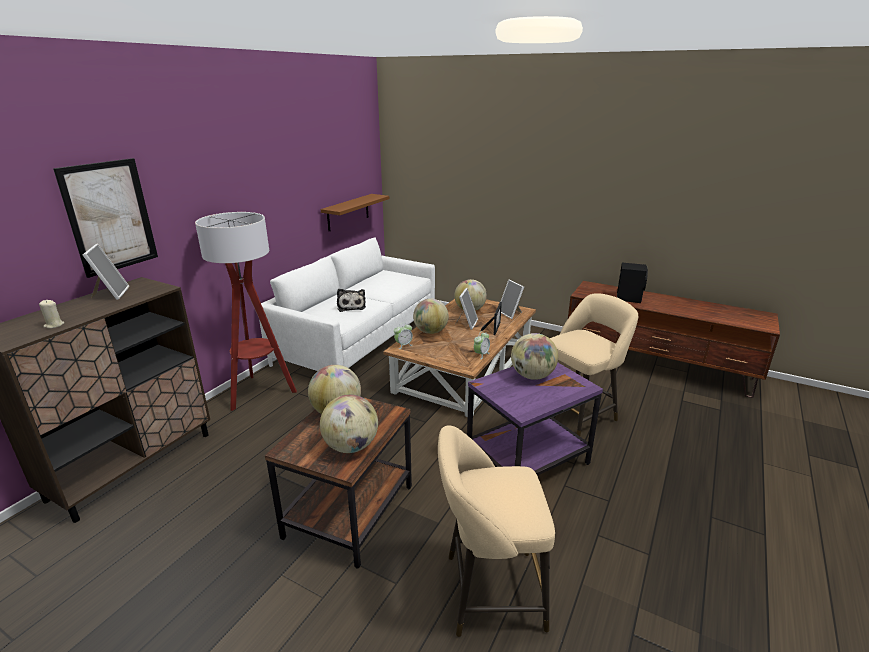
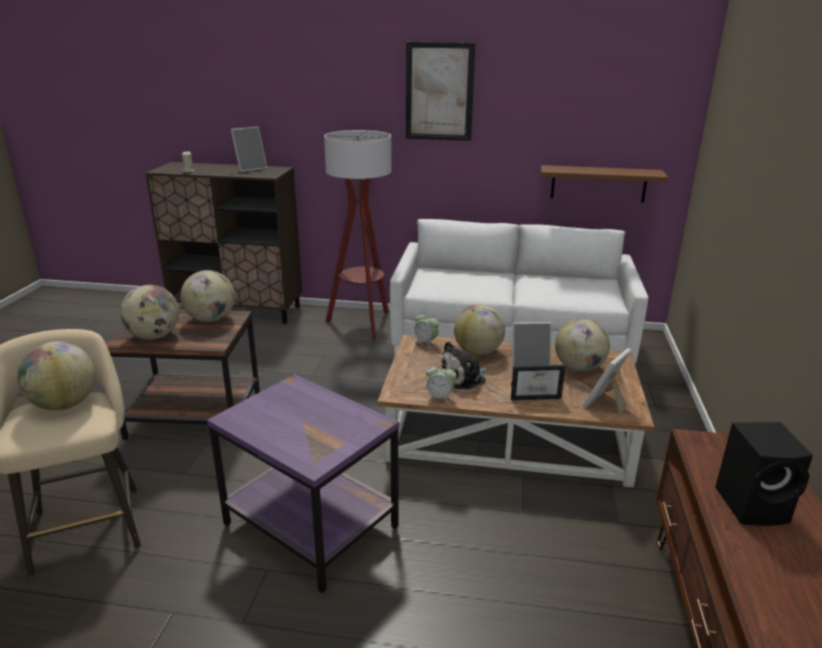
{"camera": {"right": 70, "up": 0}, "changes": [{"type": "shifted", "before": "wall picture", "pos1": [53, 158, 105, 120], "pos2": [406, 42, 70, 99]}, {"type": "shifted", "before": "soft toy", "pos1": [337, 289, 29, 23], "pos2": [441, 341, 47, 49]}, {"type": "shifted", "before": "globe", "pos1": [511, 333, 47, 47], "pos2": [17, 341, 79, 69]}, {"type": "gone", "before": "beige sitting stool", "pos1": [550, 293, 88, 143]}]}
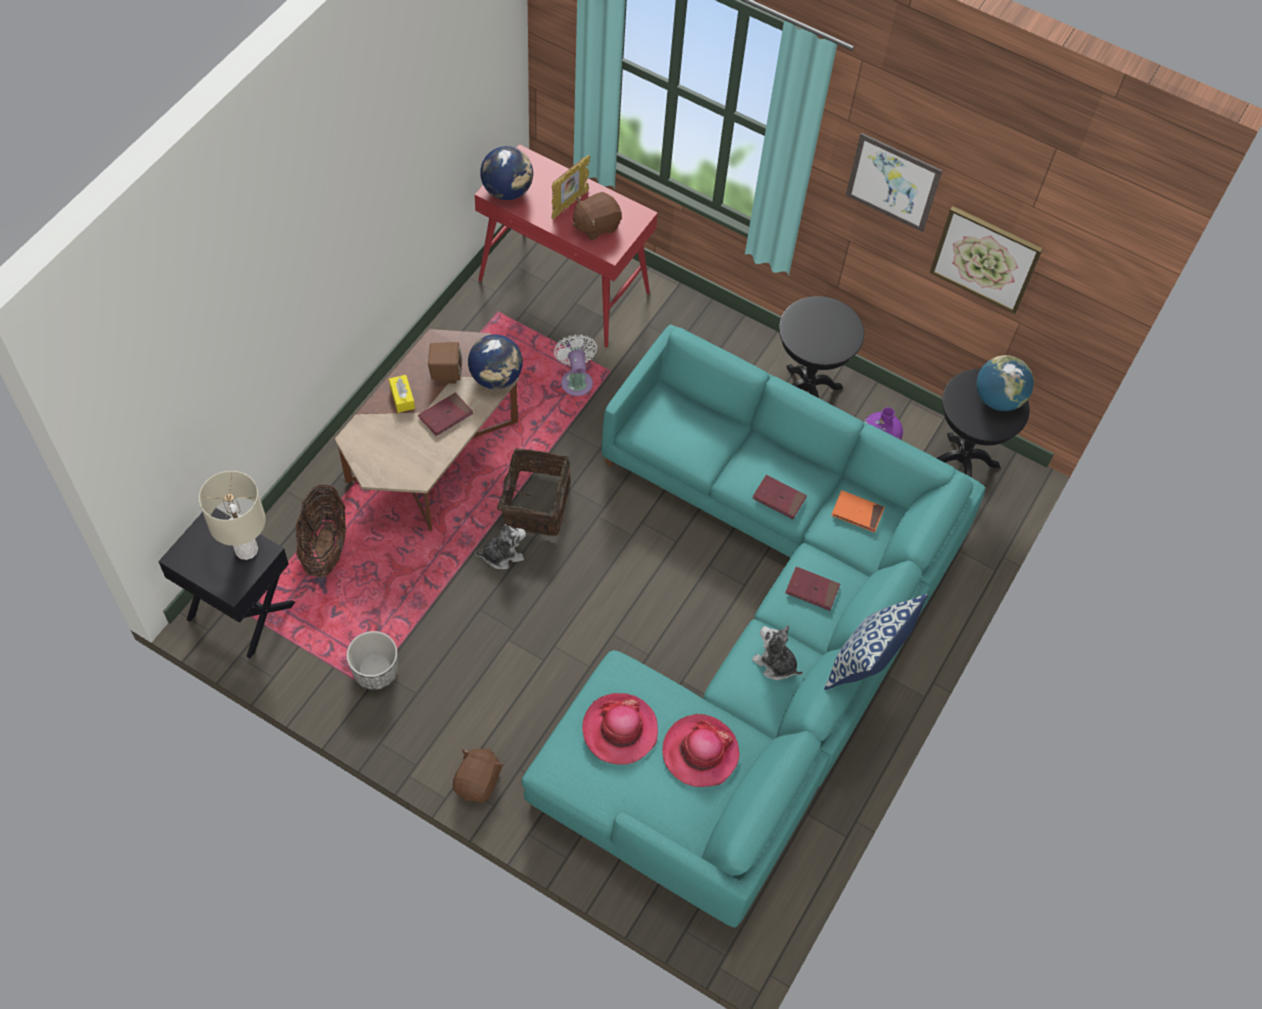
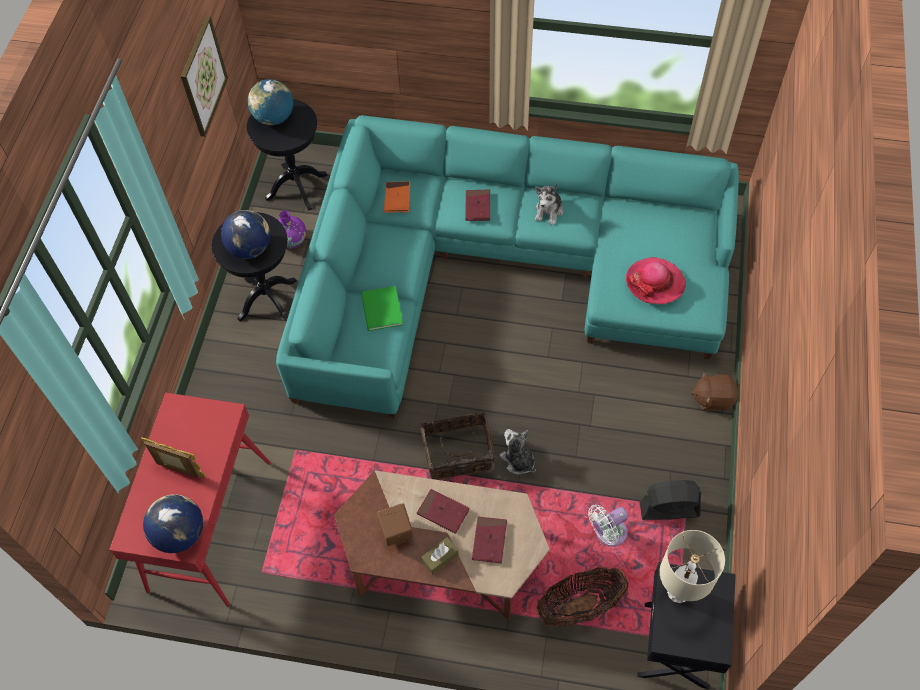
{"camera": {"right": -105, "up": 0}, "changes": [{"type": "swapped", "before": "plant pot", "after": "black electric fan", "pos1": [347, 631, 51, 59], "pos2": [640, 480, 61, 40]}, {"type": "repainted", "before": "yellow tissue box", "after": "brown tissue box", "pos1": [389, 375, 26, 38], "pos2": [421, 537, 38, 38]}, {"type": "shifted", "before": "globe", "pos1": [468, 334, 55, 55], "pos2": [221, 210, 50, 49]}, {"type": "shifted", "before": "white-coloured electric fan", "pos1": [554, 334, 44, 62], "pos2": [588, 505, 41, 41]}, {"type": "gone", "before": "brown soft toy", "pos1": [572, 192, 50, 48]}, {"type": "gone", "before": "wearable hat", "pos1": [662, 714, 78, 73]}, {"type": "shifted", "before": "red-coloured book", "pos1": [752, 475, 55, 44], "pos2": [472, 517, 35, 47]}, {"type": "gone", "before": "pillow", "pos1": [824, 594, 104, 96]}, {"type": "gone", "before": "wall picture", "pos1": [846, 133, 97, 99]}, {"type": "new", "after": "green-coloured book", "pos2": [361, 286, 42, 45]}]}
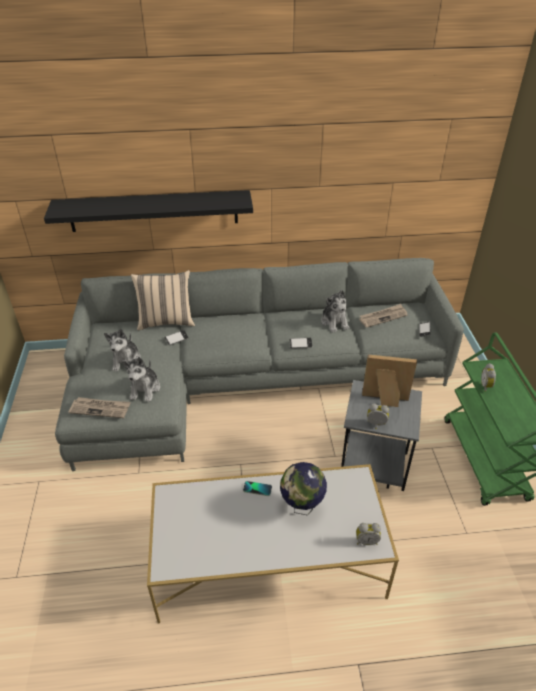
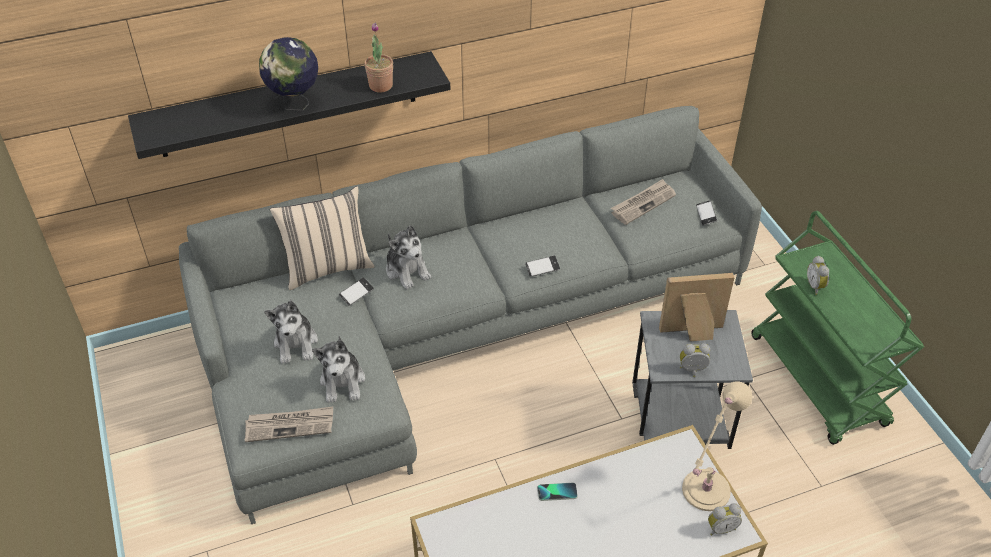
{"camera": {"right": -15, "up": 5}, "changes": [{"type": "shifted", "before": "globe", "pos1": [280, 462, 47, 54], "pos2": [259, 37, 59, 74]}, {"type": "shifted", "before": "soft toy", "pos1": [321, 290, 28, 43], "pos2": [386, 225, 45, 65]}, {"type": "new", "after": "potted plant", "pos2": [364, 22, 29, 70]}, {"type": "new", "after": "beige tabletop lamp", "pos2": [682, 381, 70, 130]}]}
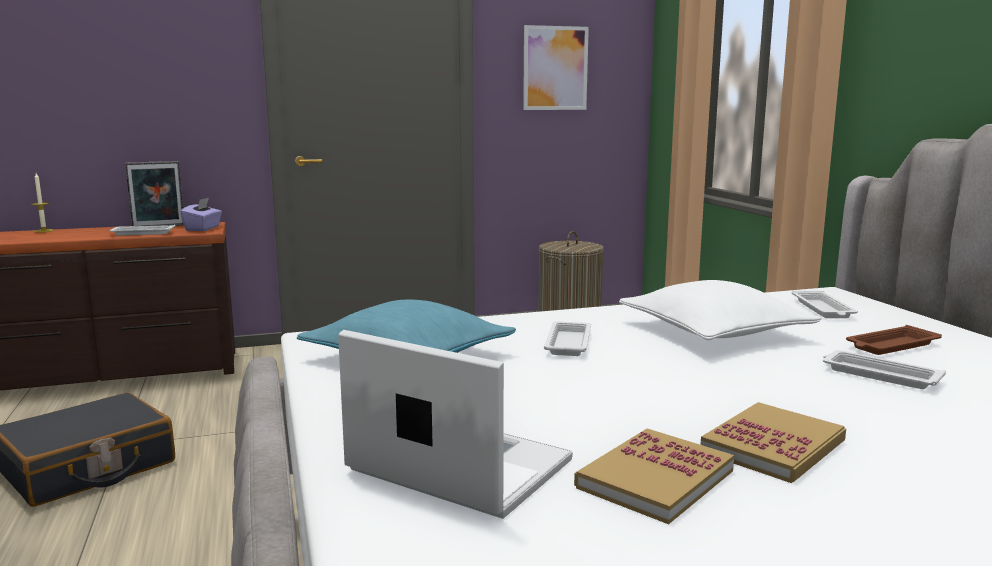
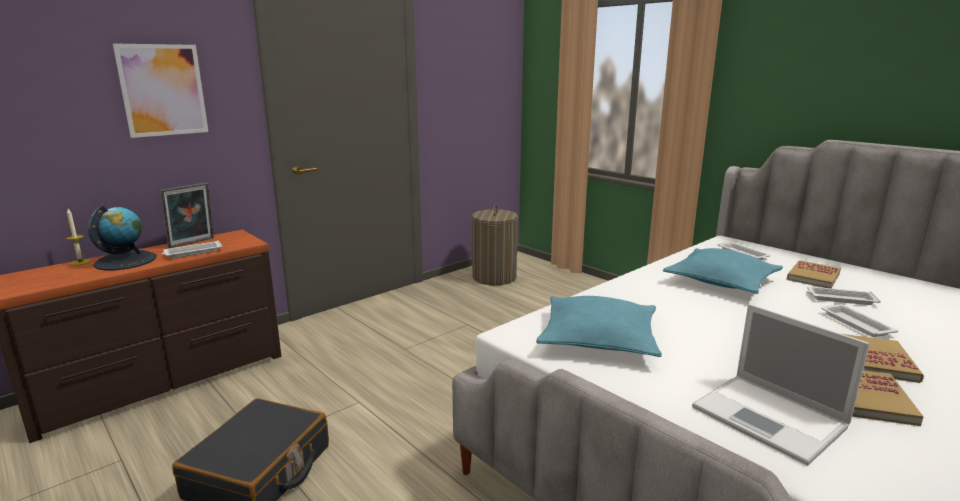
{"camera": {"right": -25, "up": 5}, "changes": [{"type": "gone", "before": "purplish tissue box", "pos1": [180, 198, 42, 33]}, {"type": "rotated", "before": "laptop", "pos1": [338, 330, 235, 189], "pos2": [692, 304, 178, 162], "turn": -135}, {"type": "shifted", "before": "wall picture", "pos1": [523, 25, 66, 85], "pos2": [113, 43, 96, 95]}, {"type": "shifted", "before": "white-coloured carrying tray", "pos1": [544, 321, 47, 35], "pos2": [821, 305, 78, 32]}, {"type": "repainted", "before": "white-coloured pillow", "after": "blue-green pillow", "pos1": [619, 280, 203, 60], "pos2": [663, 248, 120, 46]}, {"type": "swapped", "before": "brown carrying tray", "after": "book", "pos1": [846, 325, 96, 30], "pos2": [787, 260, 54, 28]}, {"type": "new", "after": "globe", "pos2": [87, 205, 70, 65]}]}
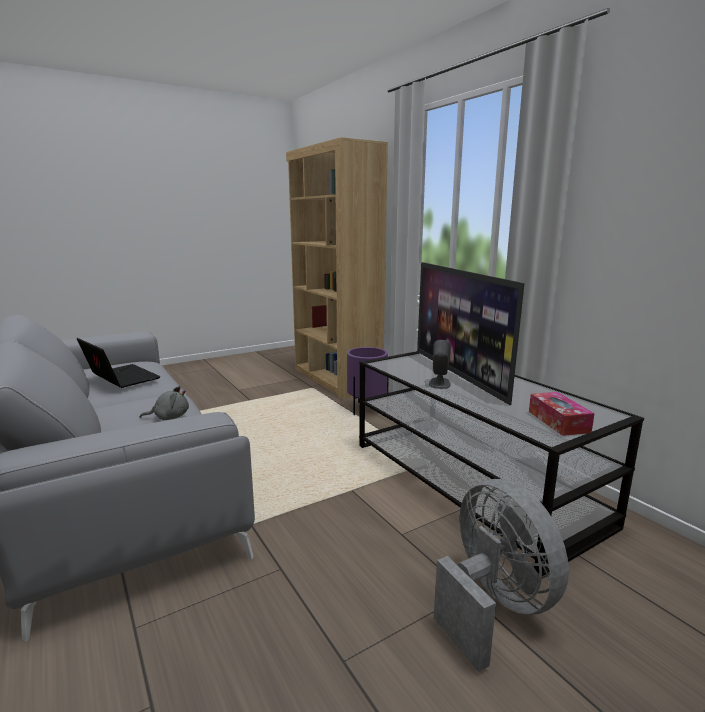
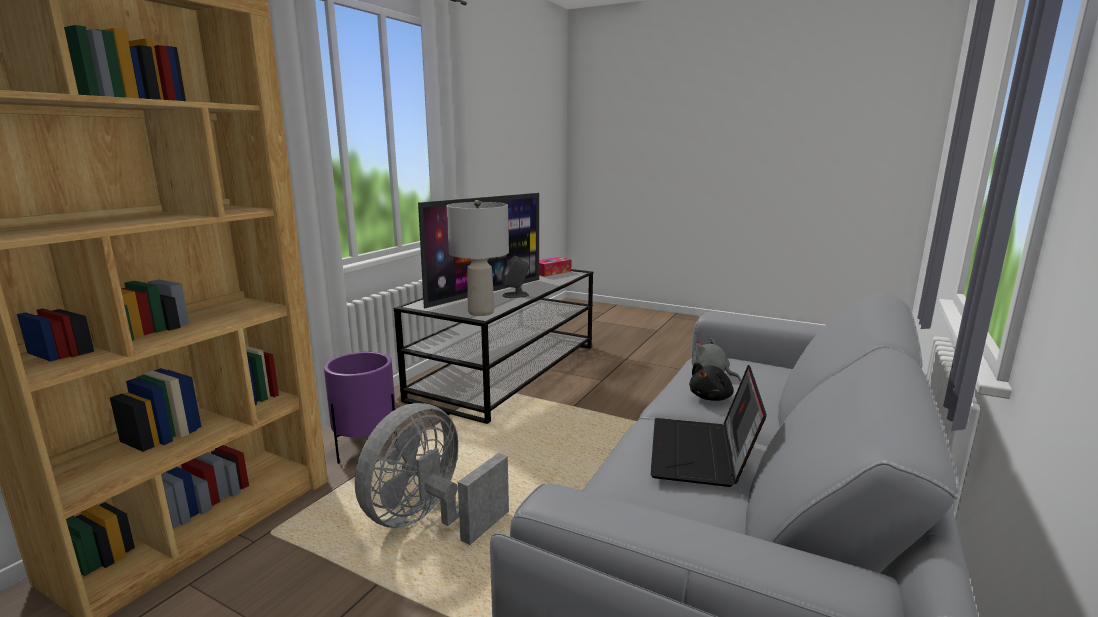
{"camera": {"right": -120, "up": 0}, "changes": [{"type": "shifted", "before": "greyish electric fan", "pos1": [434, 479, 135, 193], "pos2": [355, 403, 154, 142]}, {"type": "new", "after": "greyish tabletop lamp", "pos2": [447, 200, 62, 116]}, {"type": "new", "after": "black soft toy", "pos2": [689, 363, 45, 38]}]}
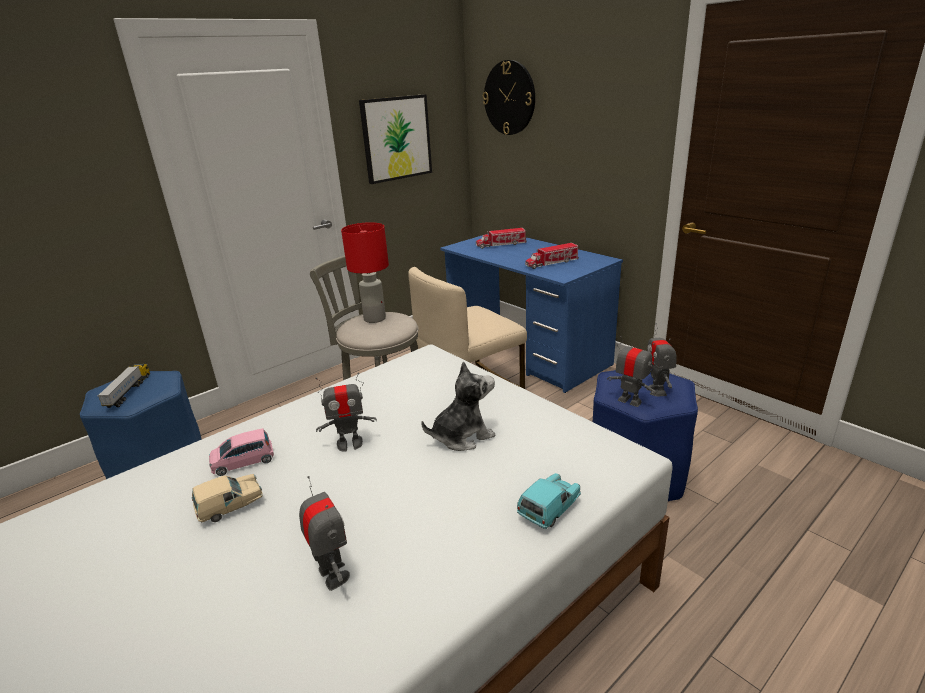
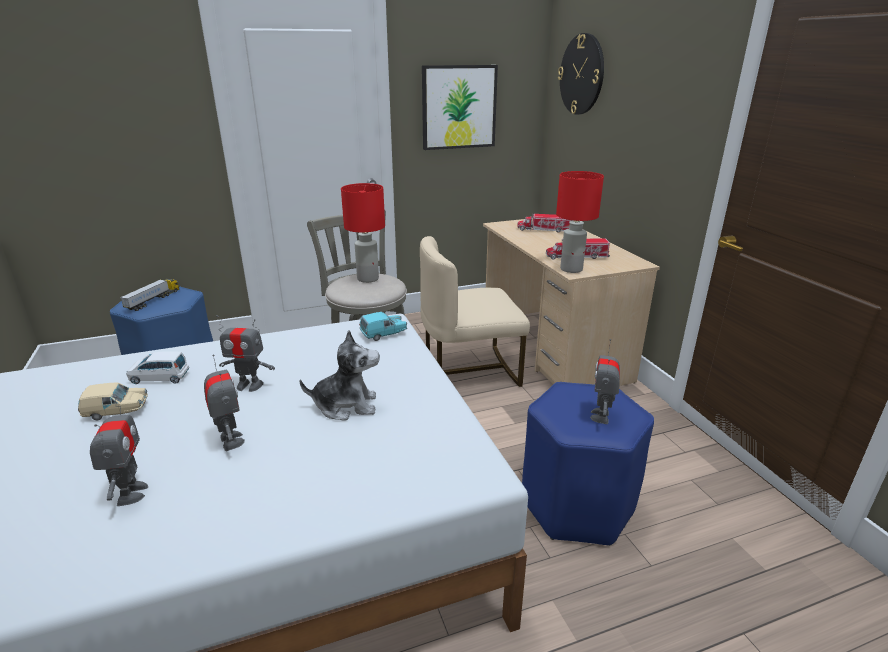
{"camera": {"right": 20, "up": 0}, "changes": [{"type": "repainted", "before": "pink model car", "after": "white-coloured model car", "pos1": [209, 428, 65, 48], "pos2": [126, 351, 63, 33]}, {"type": "repainted", "before": "blue desk table", "after": "beige desk table", "pos1": [440, 234, 183, 159], "pos2": [483, 219, 177, 167]}, {"type": "shifted", "before": "blue-green model car", "pos1": [517, 473, 64, 56], "pos2": [359, 312, 48, 29]}, {"type": "shifted", "before": "robot figure", "pos1": [607, 336, 49, 71], "pos2": [204, 354, 41, 97]}, {"type": "new", "after": "red-coloured tabletop lamp", "pos2": [556, 171, 48, 102]}]}
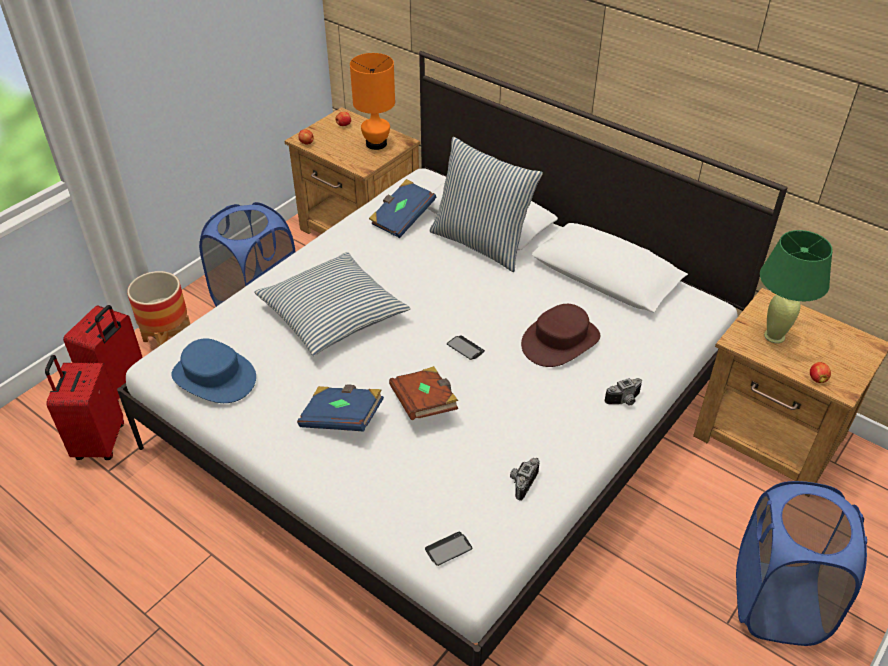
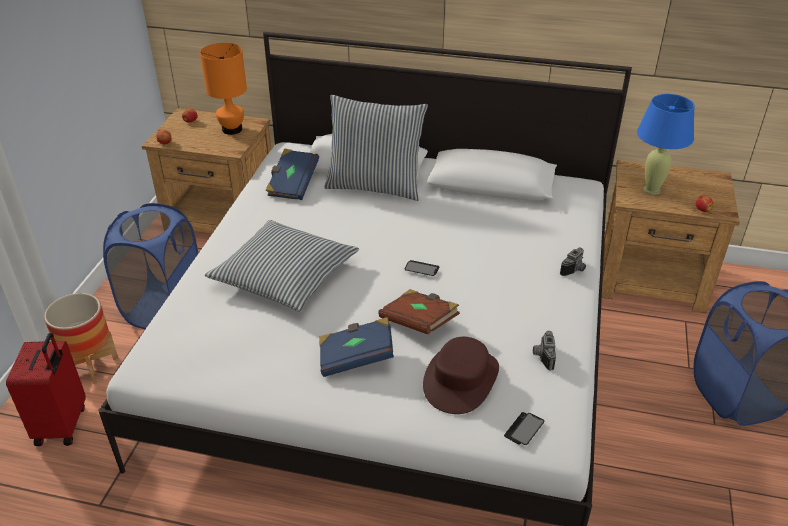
{"camera": {"right": -25, "up": -5}, "changes": [{"type": "gone", "before": "red-coloured piece of luggage", "pos1": [45, 355, 79, 105]}, {"type": "gone", "before": "blue wearable hat", "pos1": [171, 338, 85, 65]}, {"type": "shifted", "before": "brown wearable hat", "pos1": [521, 304, 80, 63], "pos2": [423, 337, 76, 77]}, {"type": "repainted", "before": "green-coloured tabletop lamp", "after": "blue tabletop lamp", "pos1": [760, 230, 73, 114], "pos2": [637, 94, 58, 101]}]}
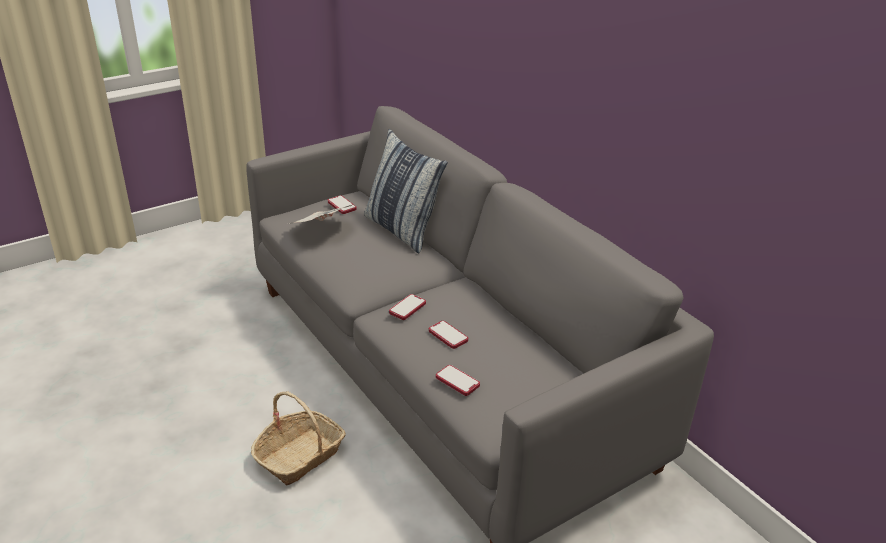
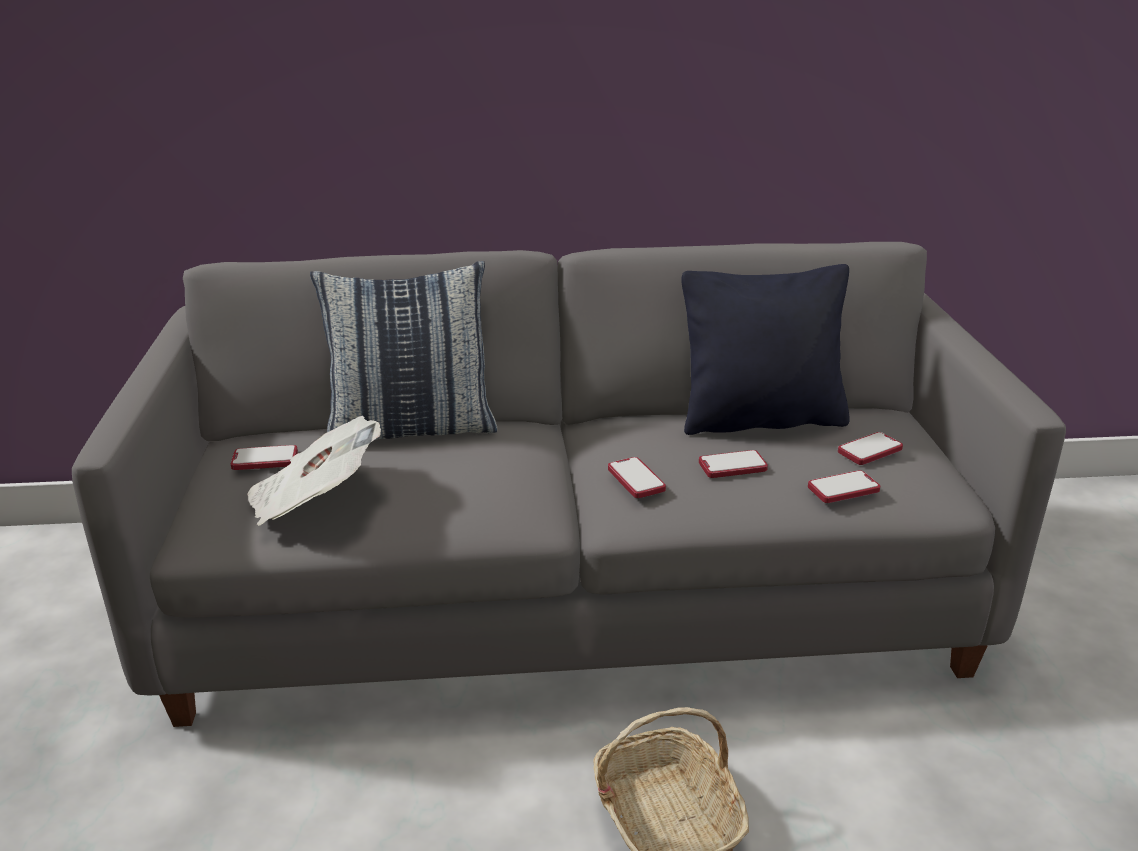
{"camera": {"right": -60, "up": -5}, "changes": [{"type": "new", "after": "black pillow", "pos2": [681, 264, 169, 171]}, {"type": "new", "after": "handset", "pos2": [838, 432, 65, 33]}]}
